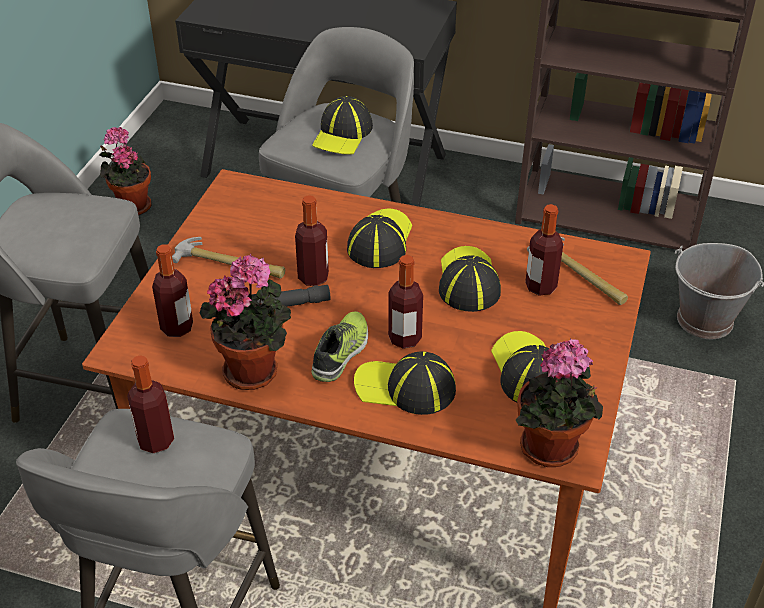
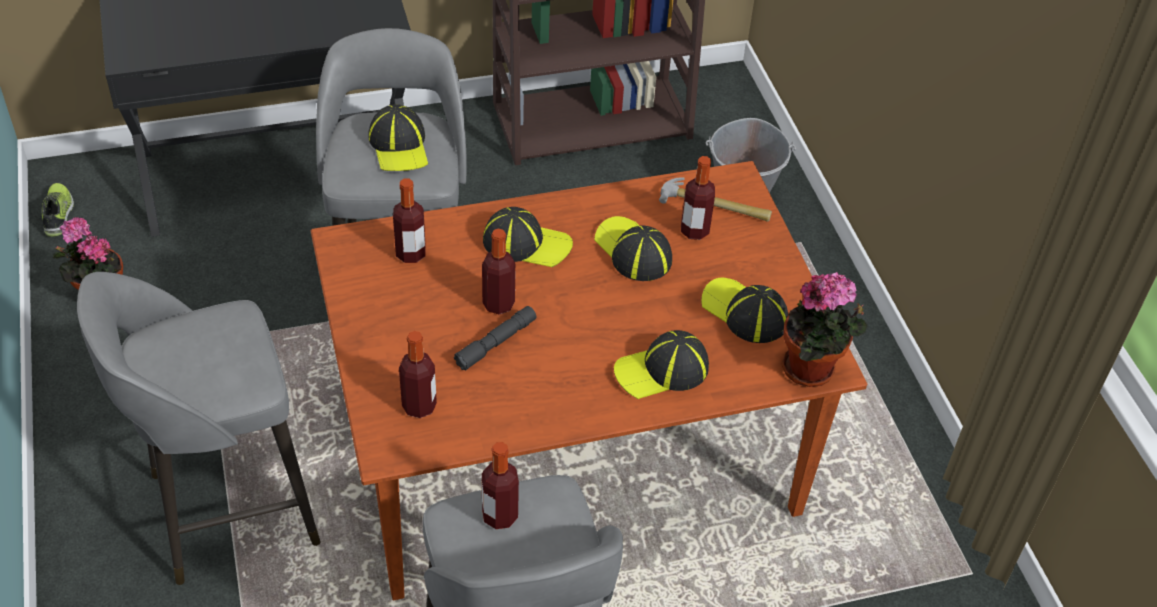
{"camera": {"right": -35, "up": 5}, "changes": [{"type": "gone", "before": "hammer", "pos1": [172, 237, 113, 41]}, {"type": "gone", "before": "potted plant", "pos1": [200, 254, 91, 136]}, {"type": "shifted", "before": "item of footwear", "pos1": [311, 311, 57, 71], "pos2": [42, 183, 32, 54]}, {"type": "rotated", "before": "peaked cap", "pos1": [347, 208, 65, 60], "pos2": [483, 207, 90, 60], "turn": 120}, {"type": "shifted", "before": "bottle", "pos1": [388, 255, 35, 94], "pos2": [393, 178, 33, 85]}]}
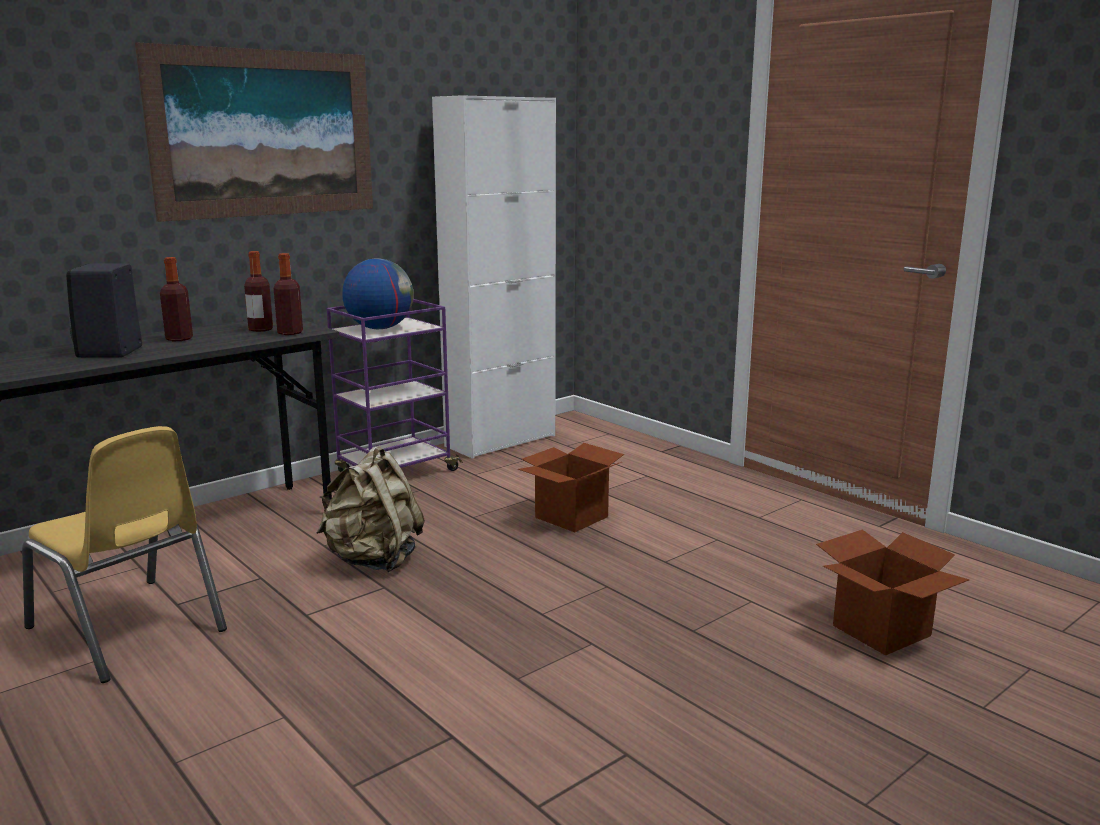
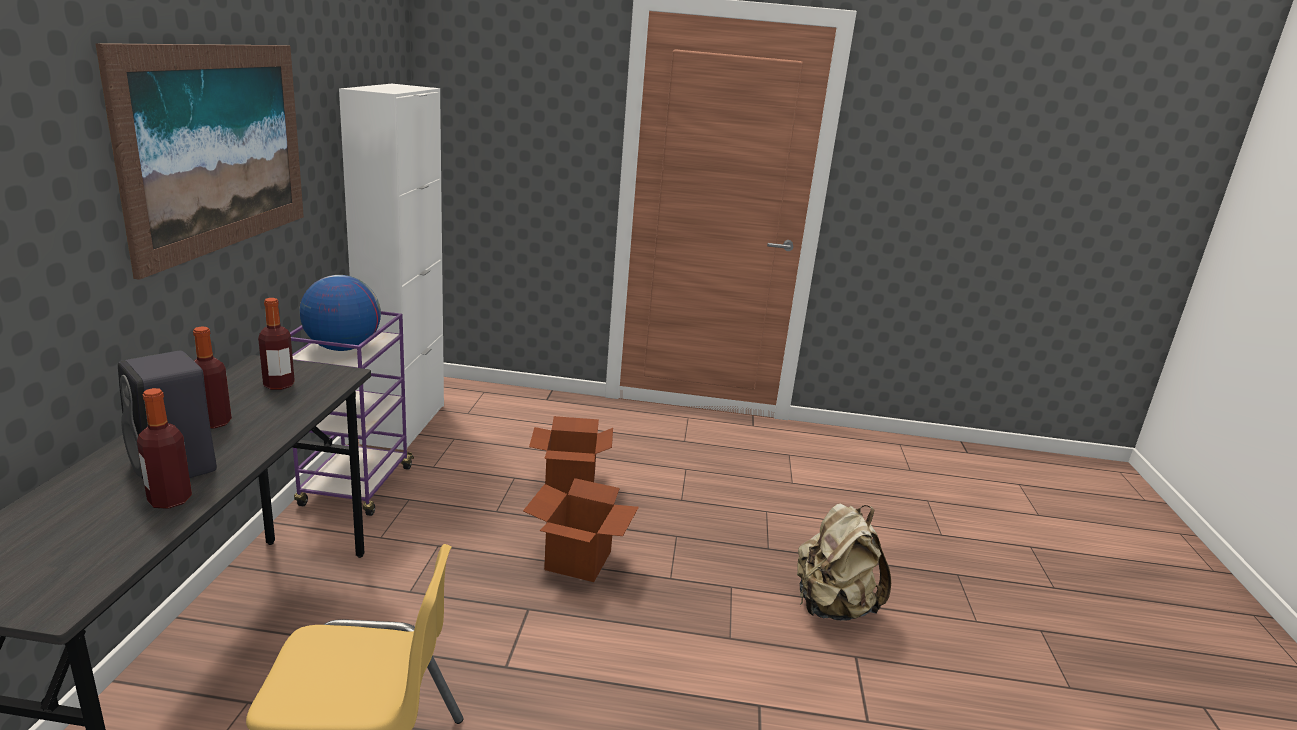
{"camera": {"right": -45, "up": 5}, "changes": [{"type": "shifted", "before": "bottle", "pos1": [274, 253, 29, 82], "pos2": [137, 388, 55, 121]}, {"type": "shifted", "before": "beige backpack", "pos1": [316, 447, 109, 125], "pos2": [797, 503, 94, 118]}, {"type": "shifted", "before": "packing box", "pos1": [816, 530, 154, 126], "pos2": [523, 478, 116, 104]}]}
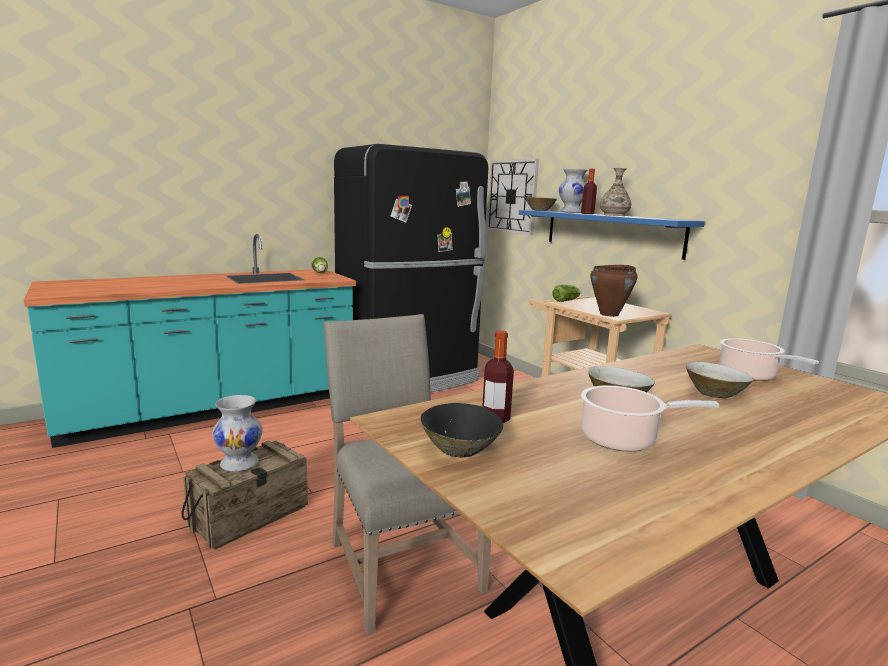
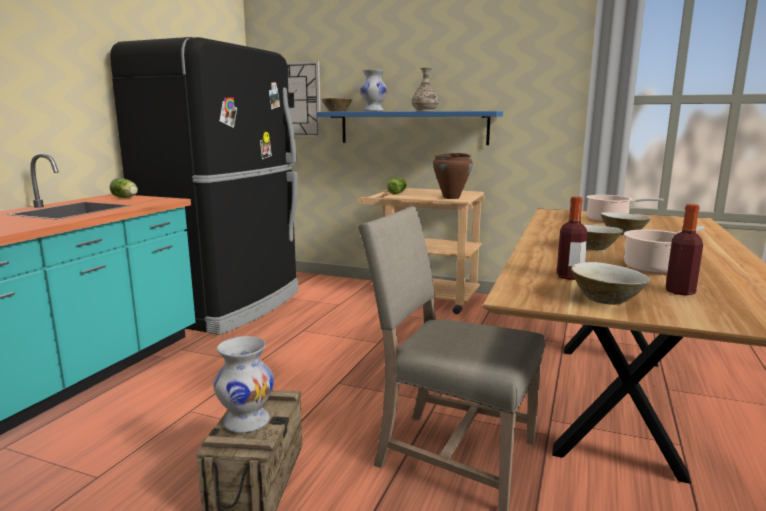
{"camera": {"right": -35, "up": 0}, "changes": [{"type": "repainted", "before": "black serving bowl", "after": "beige serving bowl", "pos1": [420, 403, 83, 54], "pos2": [571, 262, 79, 43]}, {"type": "shifted", "before": "bottle", "pos1": [581, 169, 16, 45], "pos2": [666, 204, 37, 91]}]}
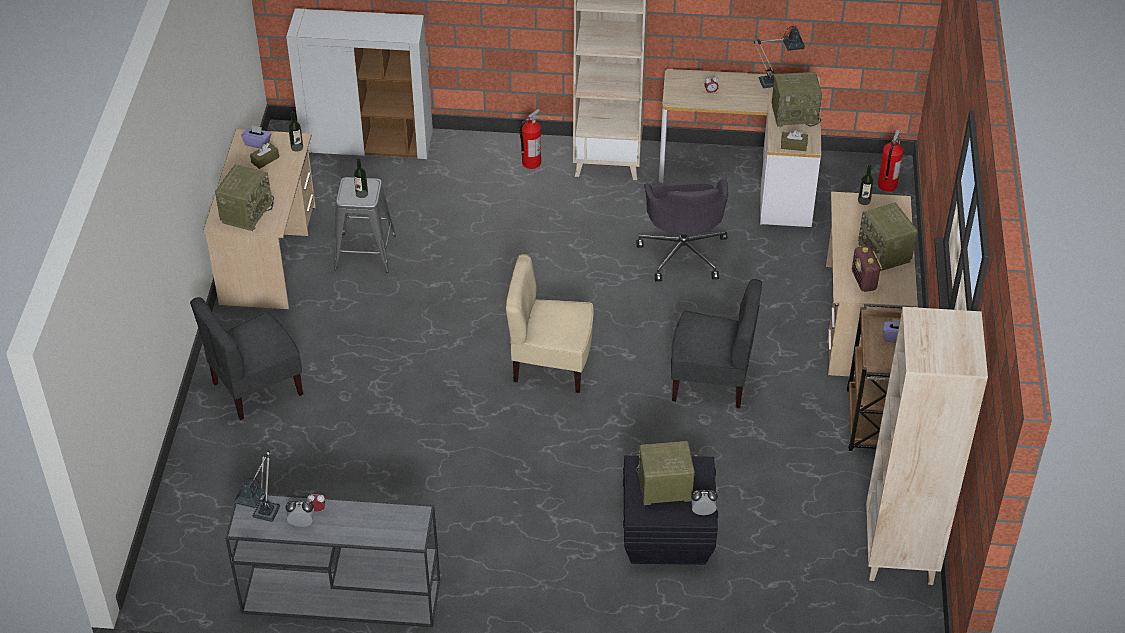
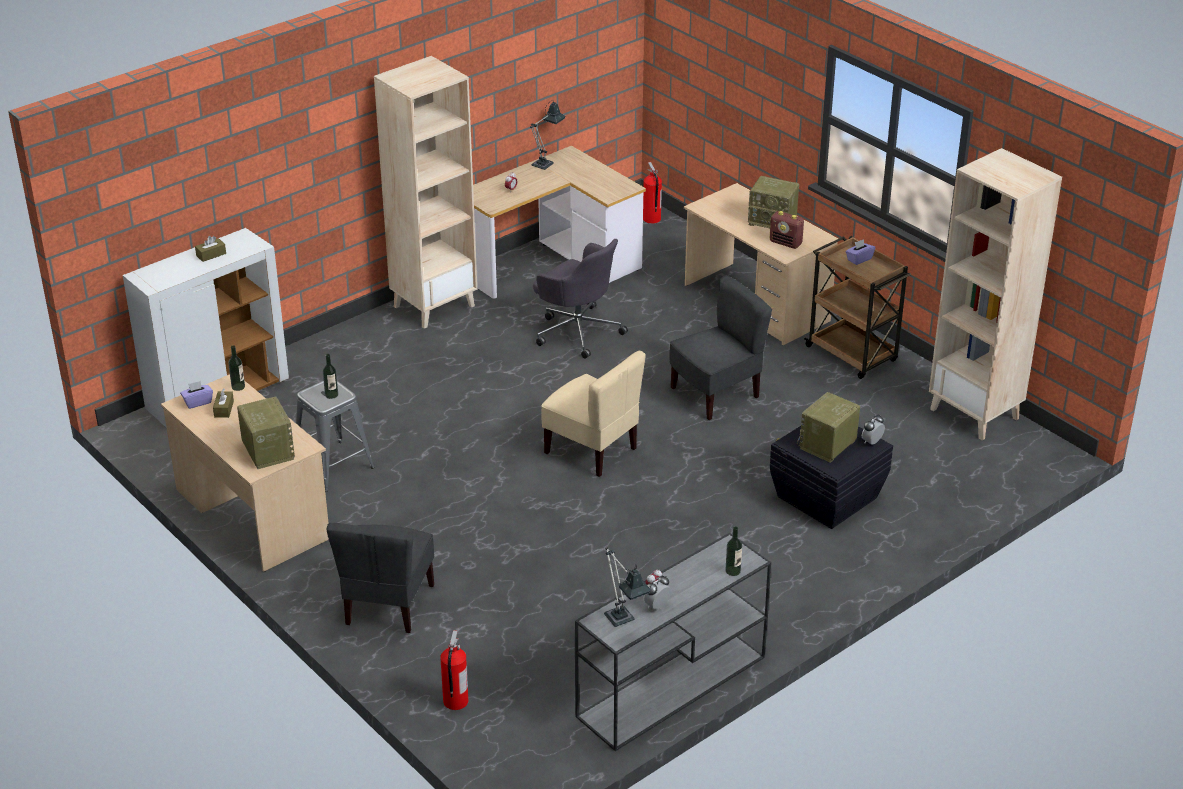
{"camera": {"right": -45, "up": -10}, "changes": [{"type": "rotated", "before": "beige upright chair", "pos1": [506, 254, 88, 139], "pos2": [541, 351, 105, 126], "turn": -105}, {"type": "shifted", "before": "extinguisher", "pos1": [519, 109, 23, 60], "pos2": [440, 630, 28, 80]}, {"type": "gone", "before": "radio", "pos1": [772, 72, 50, 55]}, {"type": "shifted", "before": "brown tissue box", "pos1": [781, 130, 27, 21], "pos2": [195, 236, 31, 26]}, {"type": "shifted", "before": "bottle", "pos1": [858, 165, 16, 40], "pos2": [725, 527, 17, 49]}]}
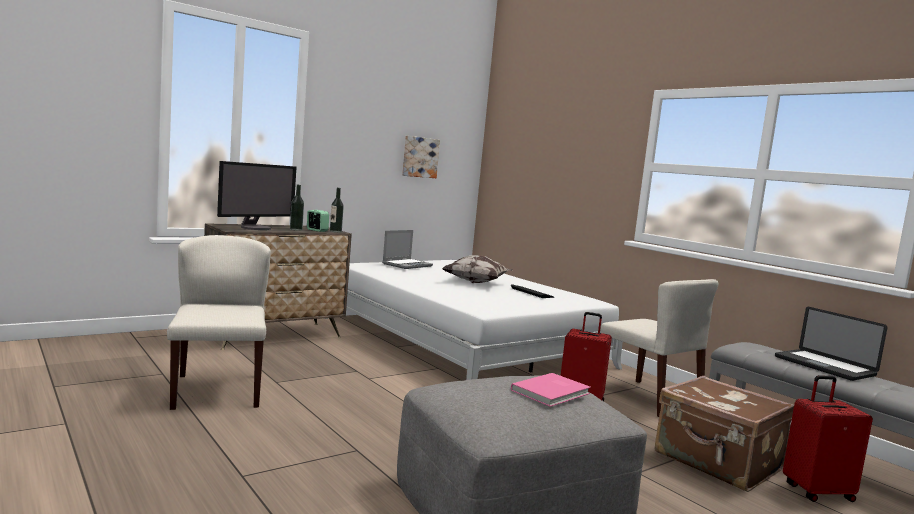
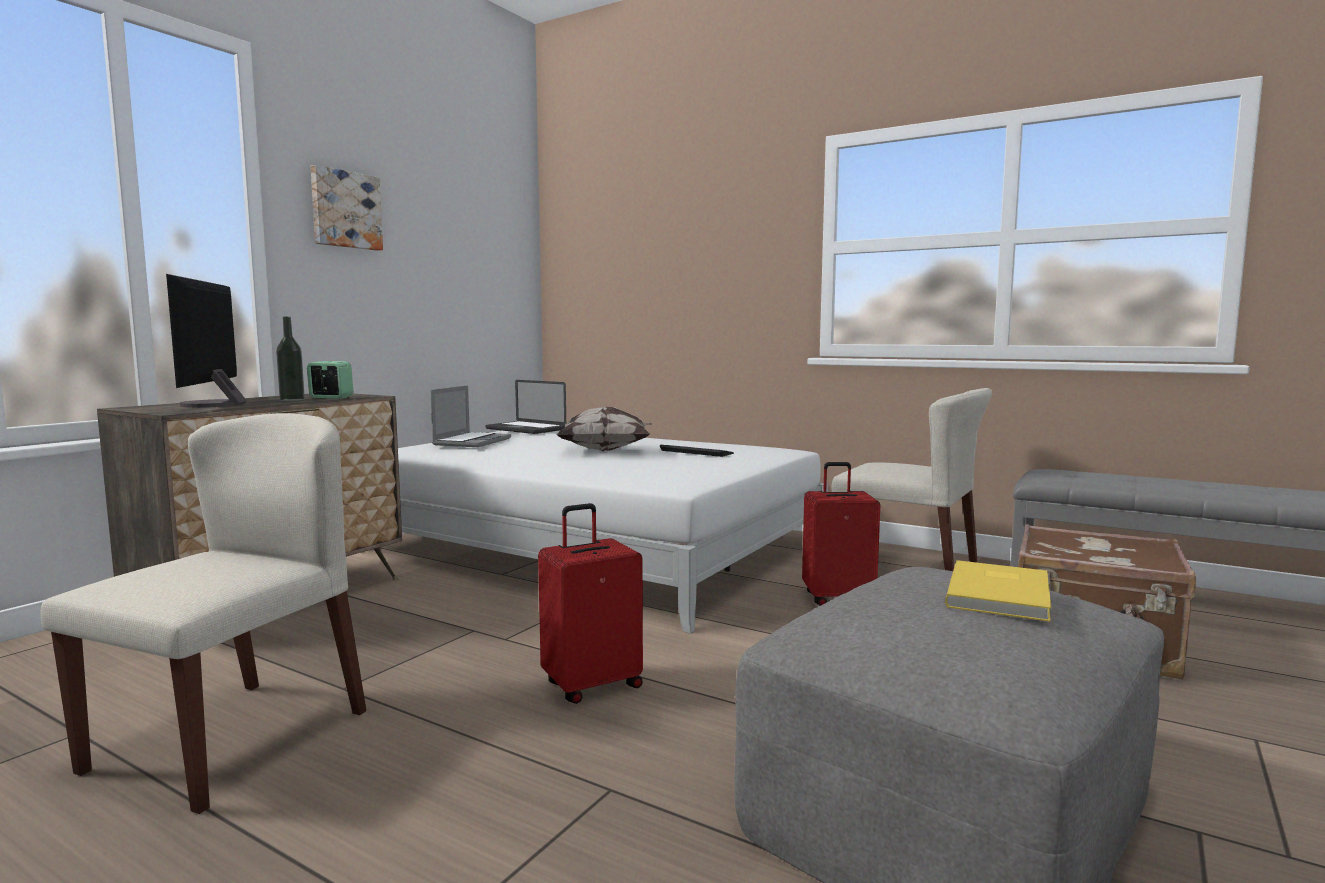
{"camera": {"right": -20, "up": 0}, "changes": [{"type": "rotated", "before": "beige upright chair", "pos1": [167, 235, 104, 175], "pos2": [41, 413, 326, 401], "turn": 60}, {"type": "rotated", "before": "computer display", "pos1": [217, 161, 79, 69], "pos2": [166, 274, 81, 134], "turn": 150}, {"type": "gone", "before": "bottle", "pos1": [330, 188, 14, 44]}, {"type": "shifted", "before": "wall picture", "pos1": [402, 136, 38, 42], "pos2": [311, 165, 72, 86]}, {"type": "repainted", "before": "pink book", "after": "yellow book", "pos1": [511, 373, 80, 34], "pos2": [945, 560, 106, 62]}, {"type": "shifted", "before": "laptop", "pos1": [775, 307, 113, 74], "pos2": [485, 380, 81, 54]}, {"type": "shifted", "before": "red-coloured piece of luggage", "pos1": [783, 375, 90, 127], "pos2": [538, 503, 105, 201]}]}
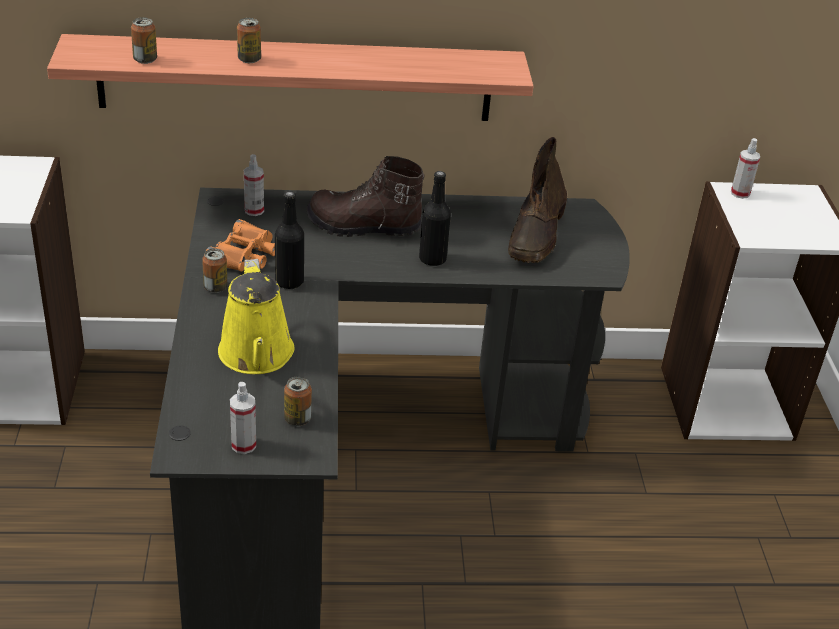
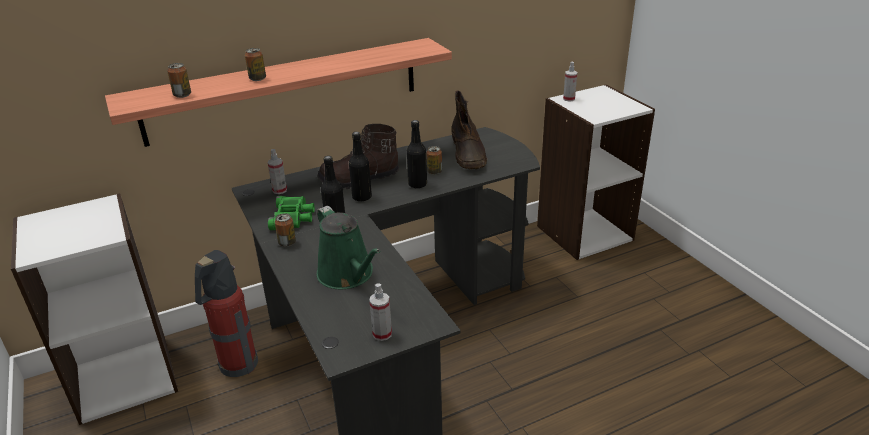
{"camera": {"right": -20, "up": -5}, "changes": [{"type": "repainted", "before": "orange field glasses", "after": "green-coloured field glasses", "pos1": [204, 219, 71, 53], "pos2": [268, 196, 47, 34]}, {"type": "repainted", "before": "yellow watering pot", "after": "green-coloured watering pot", "pos1": [218, 259, 76, 115], "pos2": [317, 206, 63, 84]}, {"type": "shifted", "before": "metal can", "pos1": [284, 376, 28, 50], "pos2": [427, 146, 15, 29]}, {"type": "new", "after": "extinguisher", "pos2": [195, 250, 63, 127]}, {"type": "new", "after": "black bottle", "pos2": [349, 132, 23, 70]}]}
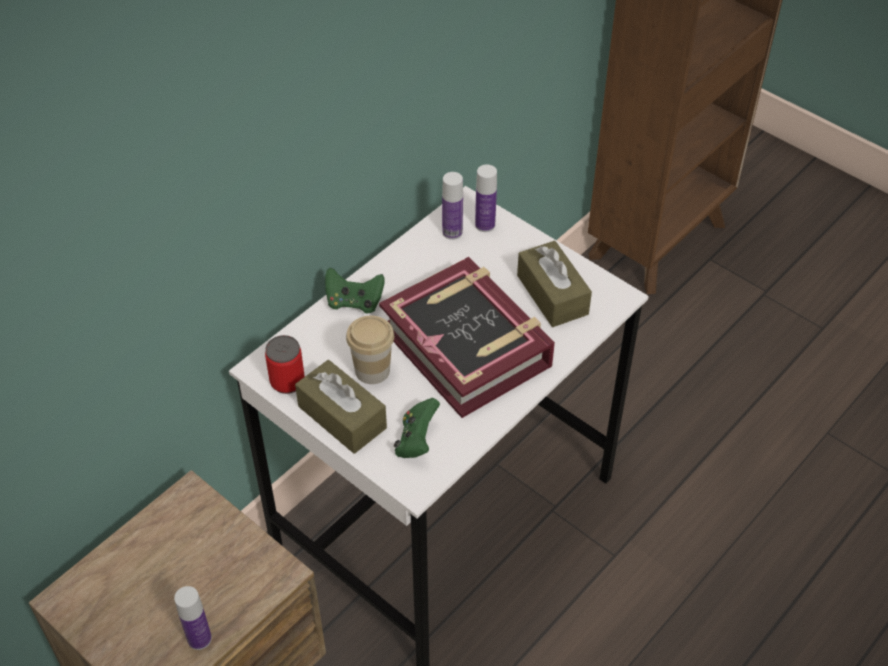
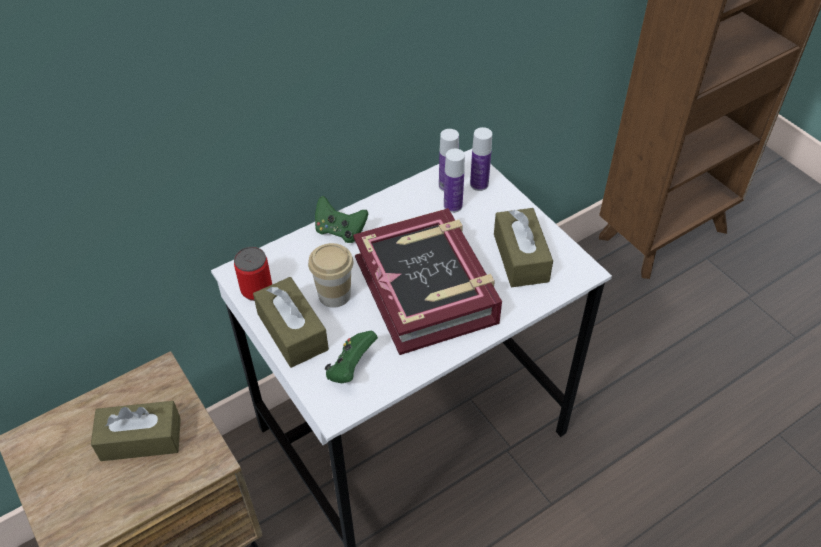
{"camera": {"right": 15, "up": 0}, "changes": [{"type": "shifted", "before": "bottle", "pos1": [174, 586, 38, 64], "pos2": [444, 149, 21, 64]}, {"type": "new", "after": "brown tissue box", "pos2": [91, 401, 90, 60]}]}
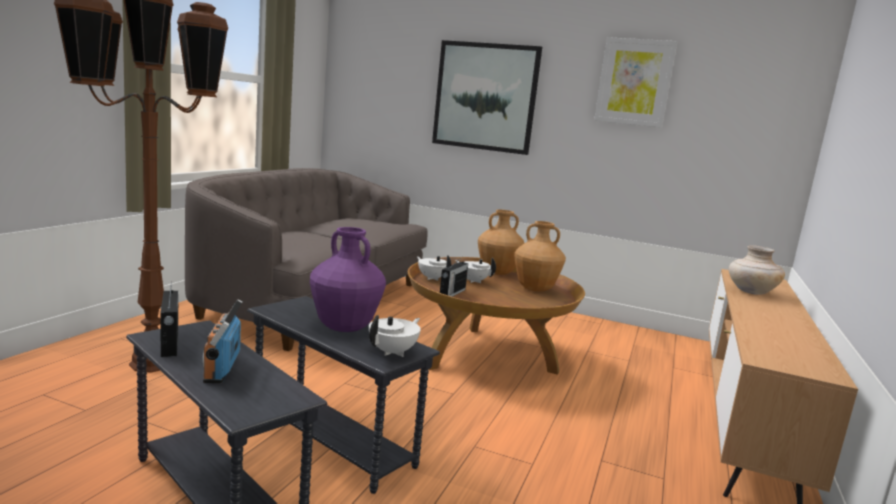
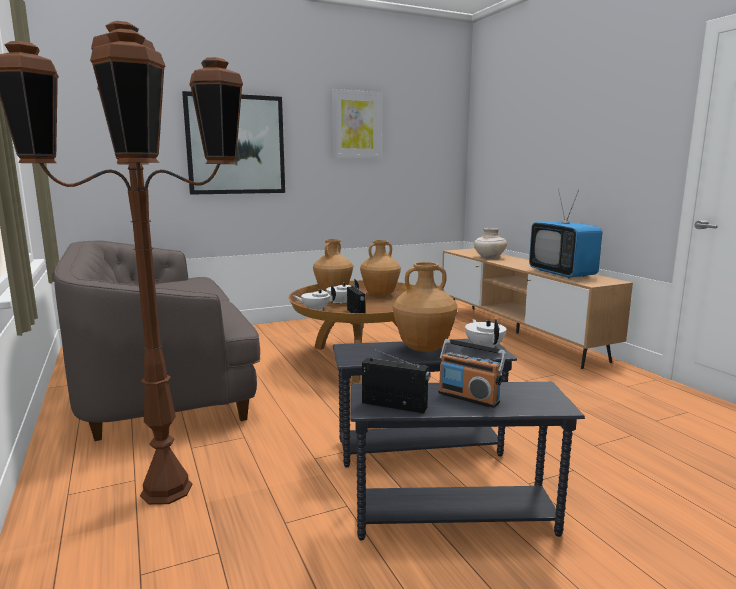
{"camera": {"right": -45, "up": 0}, "changes": [{"type": "repainted", "before": "purplish flower vase", "after": "brown flower vase", "pos1": [310, 227, 76, 105], "pos2": [393, 262, 65, 90]}, {"type": "new", "after": "TV", "pos2": [529, 189, 73, 89]}]}
